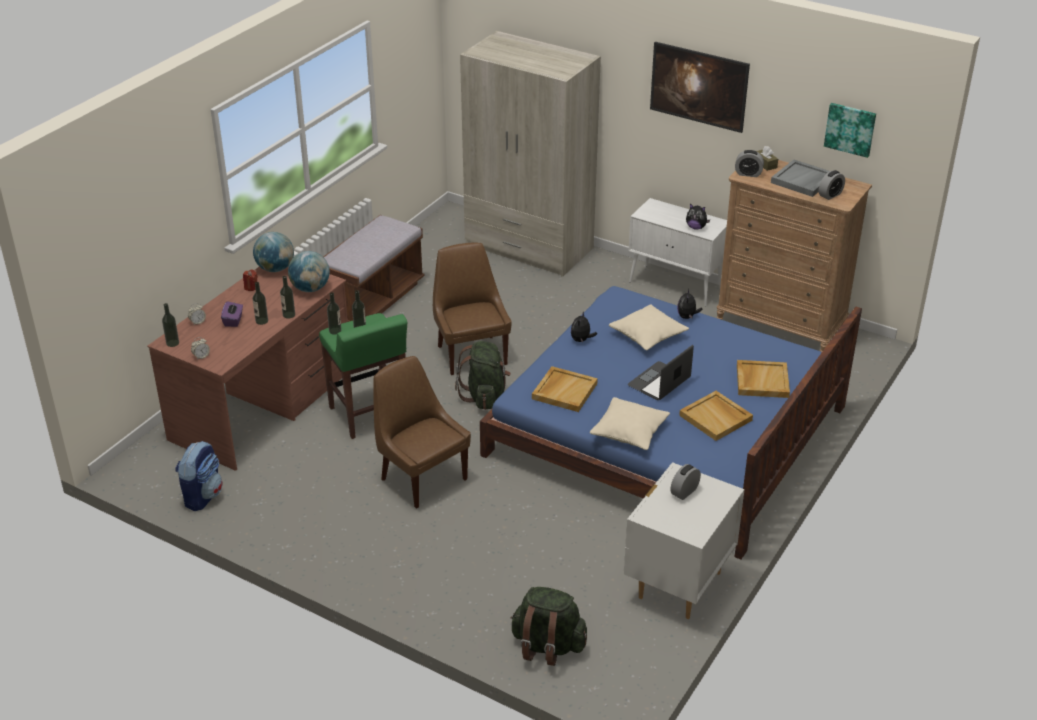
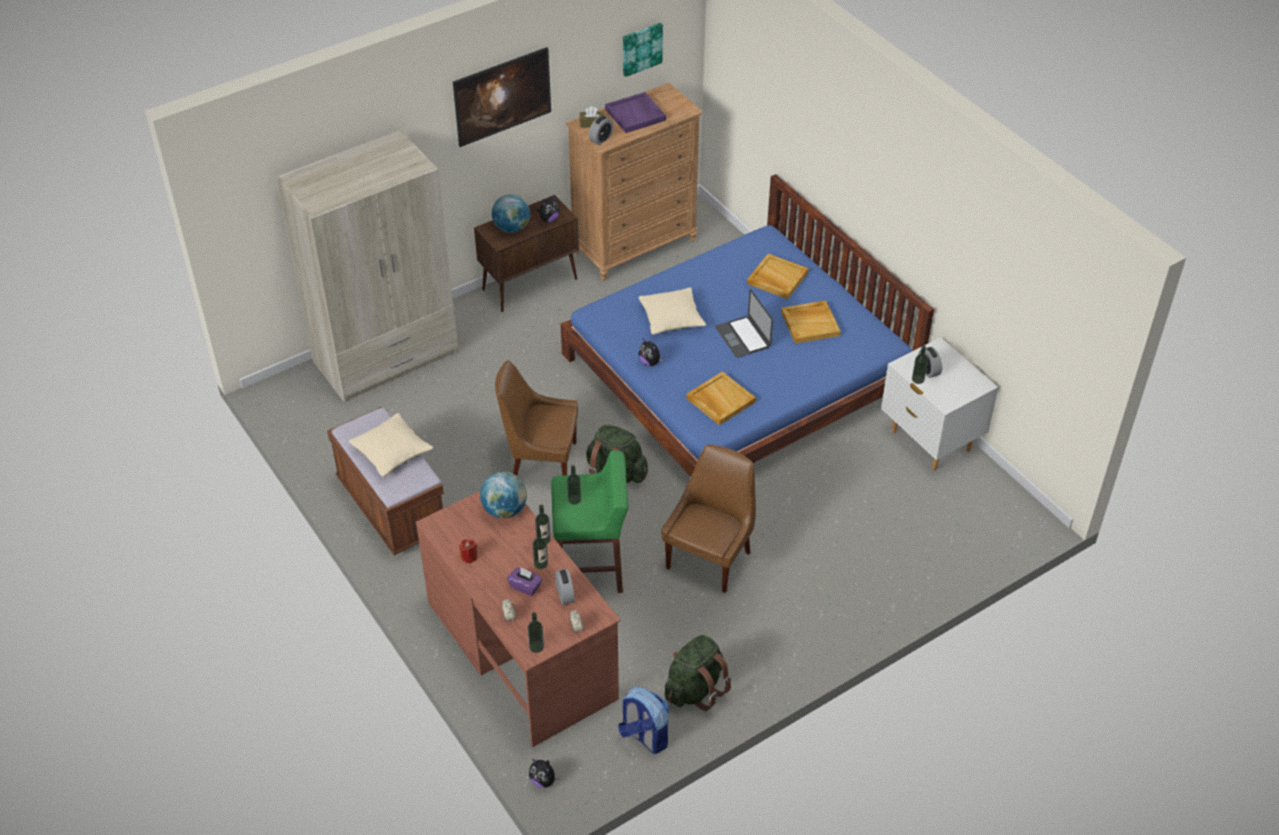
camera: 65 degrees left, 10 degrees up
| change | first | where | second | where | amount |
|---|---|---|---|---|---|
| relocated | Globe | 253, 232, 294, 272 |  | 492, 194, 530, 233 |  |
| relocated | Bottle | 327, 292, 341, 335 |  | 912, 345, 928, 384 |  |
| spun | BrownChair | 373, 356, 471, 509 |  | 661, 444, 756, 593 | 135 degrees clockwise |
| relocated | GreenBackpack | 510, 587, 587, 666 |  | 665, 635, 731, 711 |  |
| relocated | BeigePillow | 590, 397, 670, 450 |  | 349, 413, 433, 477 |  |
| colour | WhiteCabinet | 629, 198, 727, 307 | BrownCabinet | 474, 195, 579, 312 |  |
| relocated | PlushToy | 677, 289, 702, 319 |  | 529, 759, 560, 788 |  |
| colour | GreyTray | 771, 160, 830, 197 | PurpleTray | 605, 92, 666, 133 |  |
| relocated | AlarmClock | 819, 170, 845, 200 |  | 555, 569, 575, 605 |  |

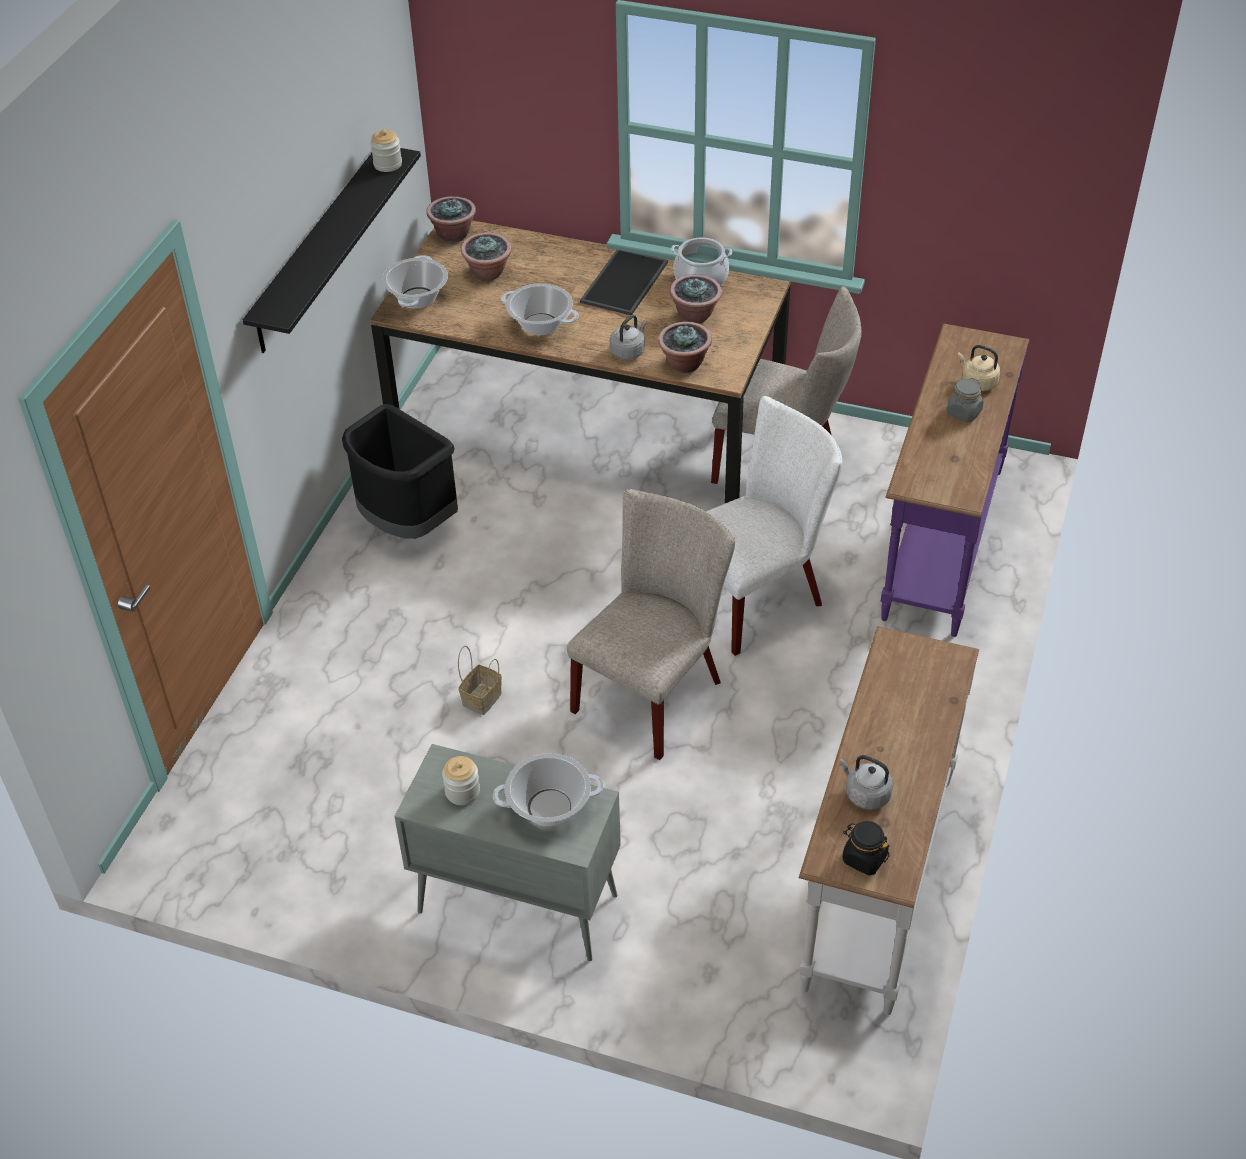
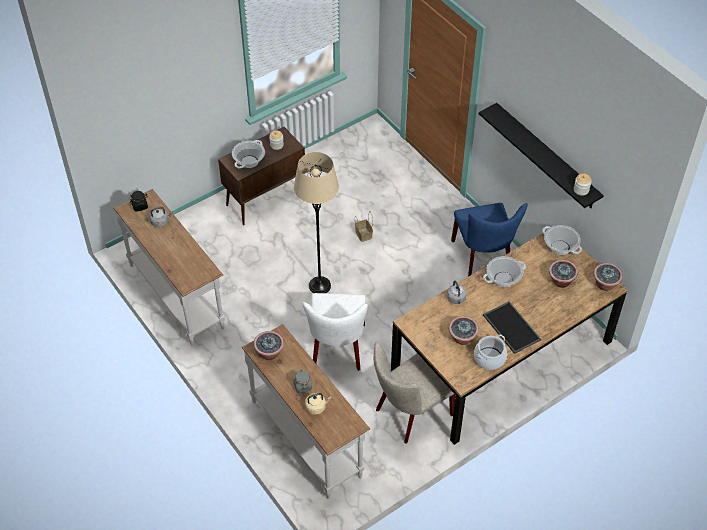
camera: 125 degrees right, 5 degrees up
| change | first | where | second | where | amount |
|---|---|---|---|---|---|
| exchanged | BlackTrashCan | 342, 404, 458, 539 | BlueChair | 451, 203, 528, 277 |  |
| colour | GreyCabinet | 394, 744, 621, 961 | BrownCabinet | 218, 127, 305, 225 |  |
| exchanged | BeigeChair | 567, 489, 735, 760 | BeigeFloorLamp | 294, 152, 339, 293 |  |
| relocated | PottedPlant | 658, 322, 712, 373 |  | 254, 331, 284, 360 |  |
| colour | PurpleConsoleTable | 881, 324, 1029, 637 | WhiteConsoleTable | 242, 324, 370, 499 |  |

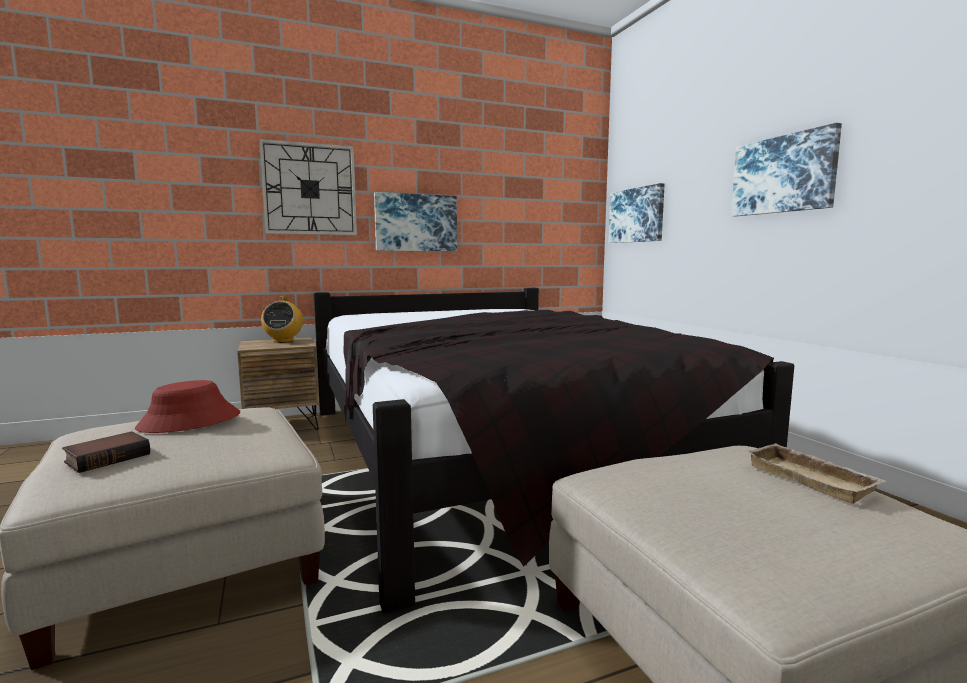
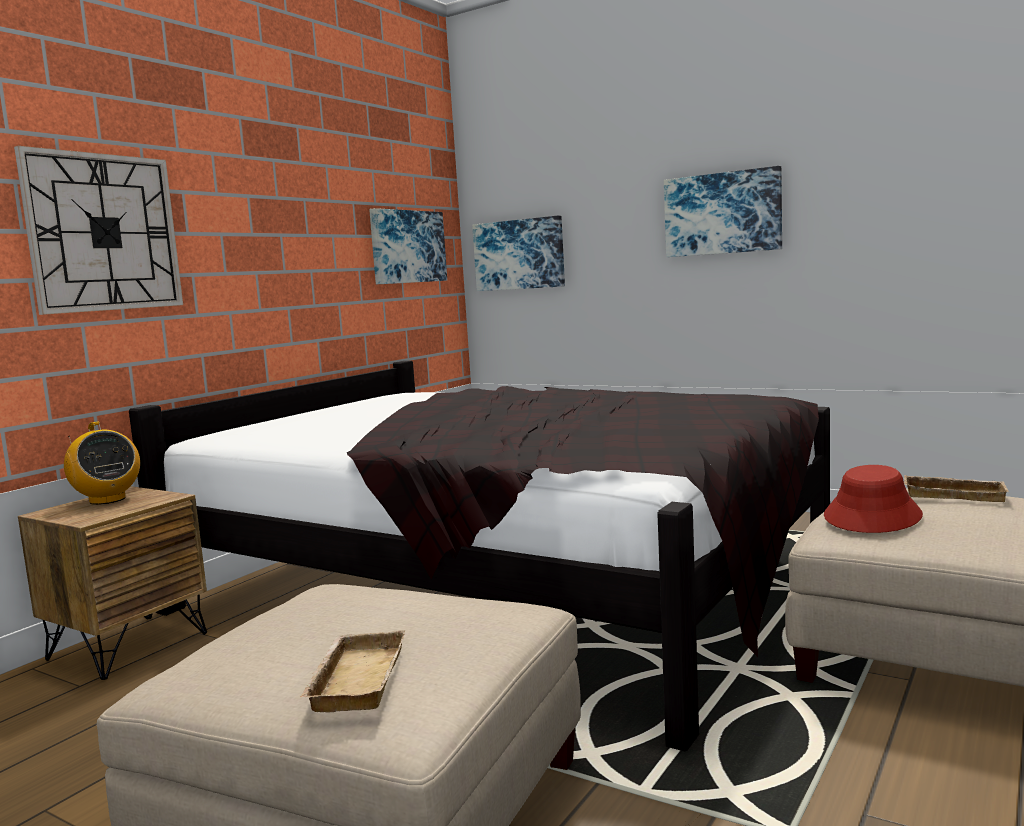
camera: 35 degrees left, 0 degrees up
| change | first | where | second | where | amount |
|---|---|---|---|---|---|
| exchanged | Book | 62, 431, 150, 473 | BeigeTray | 300, 630, 405, 712 |  |
| relocated | RedHat | 135, 380, 240, 433 |  | 824, 465, 923, 533 |  |
| relocated | Picture | 374, 192, 457, 251 |  | 369, 208, 447, 284 |  |

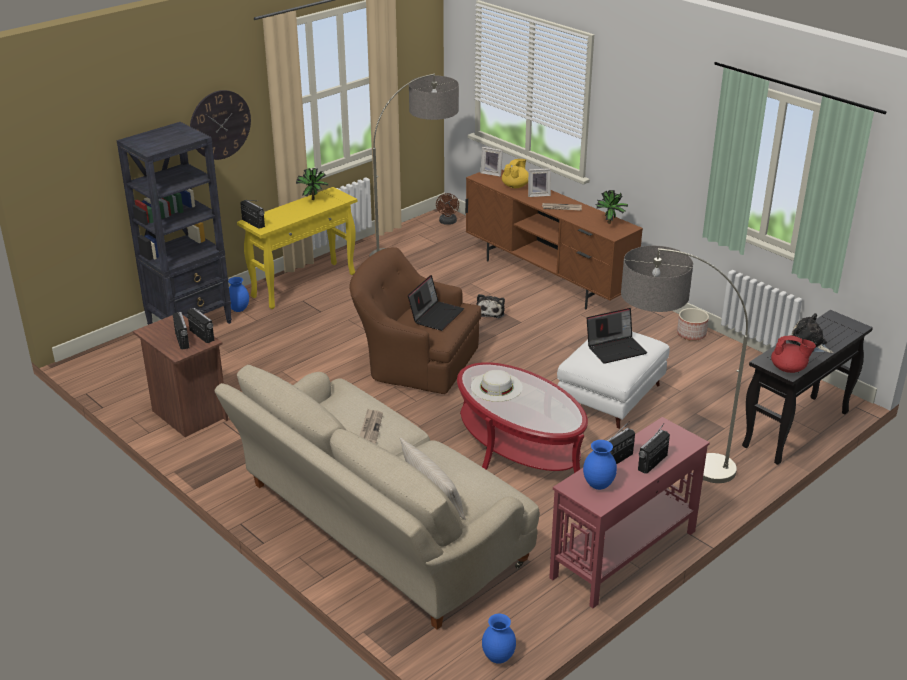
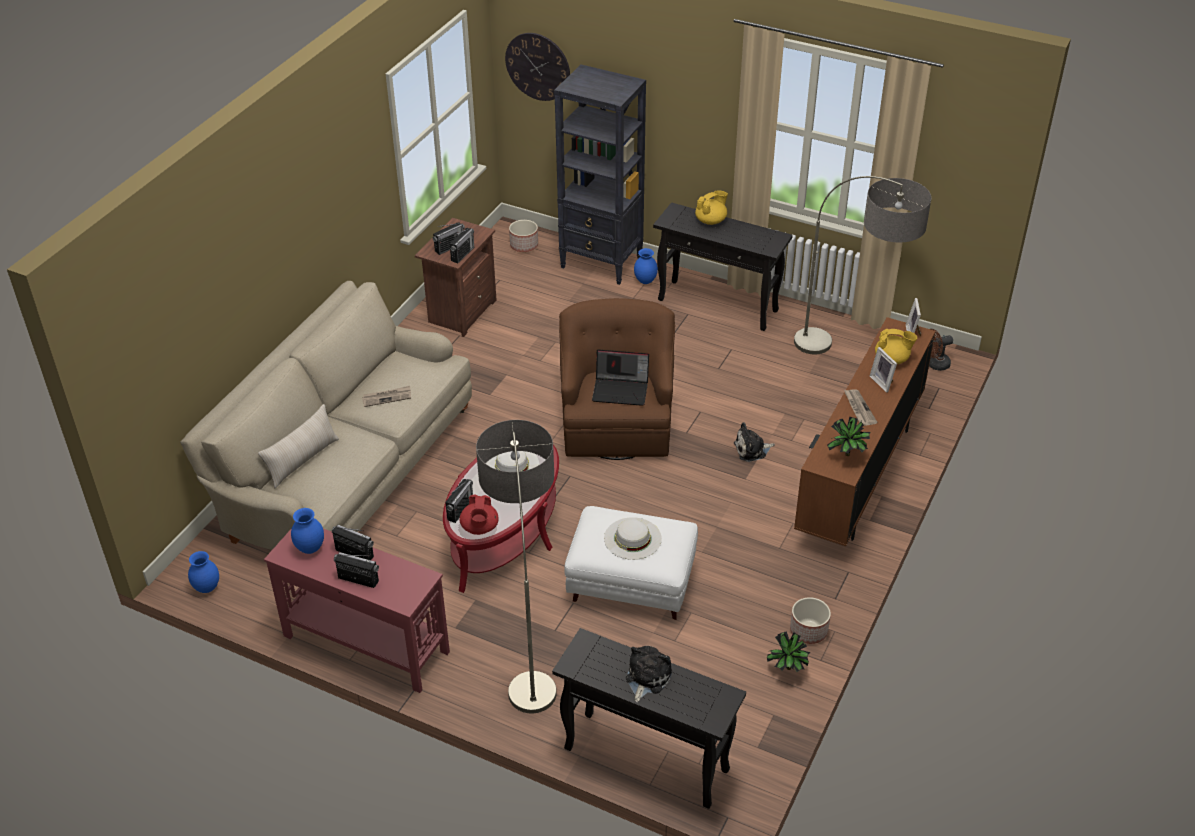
camera: 70 degrees right, 10 degrees up
| change | first | where | second | where | amount |
|---|---|---|---|---|---|
| relocated | WallClock | 190, 90, 251, 160 |  | 505, 33, 570, 101 |  |
| colour | YellowConsoleTable | 237, 187, 357, 309 | BlackConsoleTable | 653, 202, 793, 331 |  |
| relocated | Radio | 240, 200, 265, 229 |  | 445, 479, 473, 523 |  |
| relocated | PottedPlant | 296, 168, 328, 200 |  | 767, 631, 811, 672 |  |
| exchanged | Laptop | 587, 308, 647, 364 | WhiteHat | 604, 517, 662, 560 |  |
| relocated | RedTeapot | 771, 335, 816, 373 |  | 459, 494, 499, 535 |  |
| appeared |  |  | Planter | 509, 220, 538, 252 |  |
| appeared |  |  | YellowTeapot | 695, 190, 728, 225 |  |

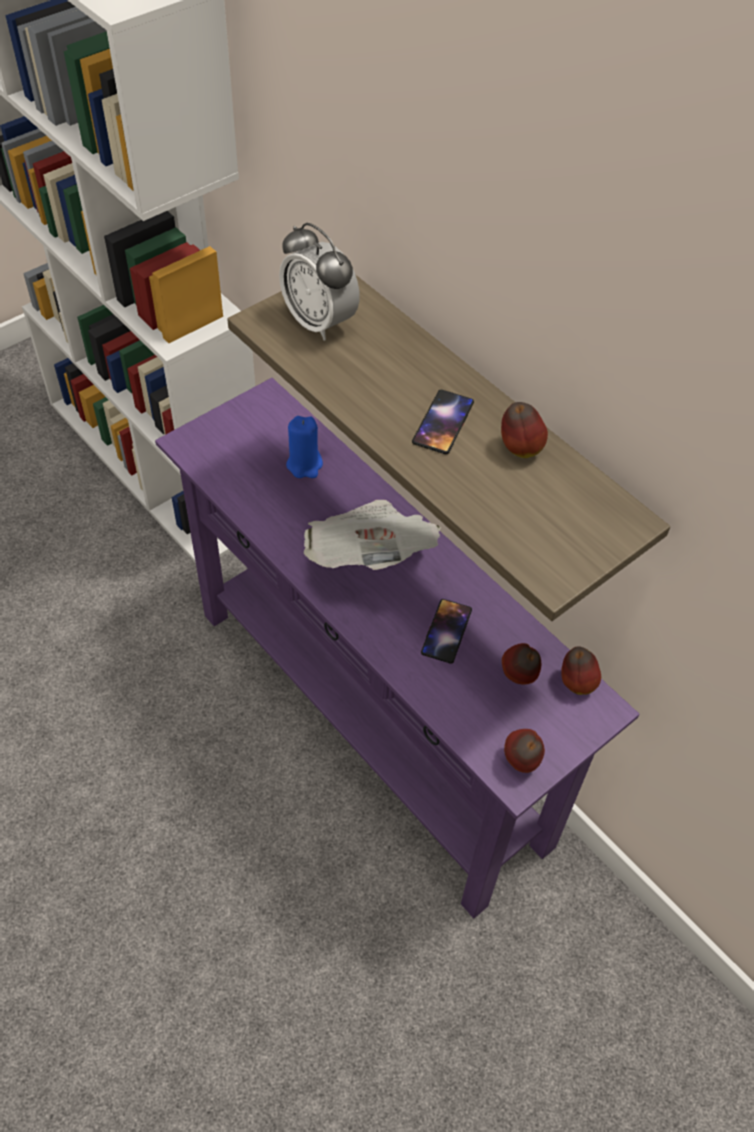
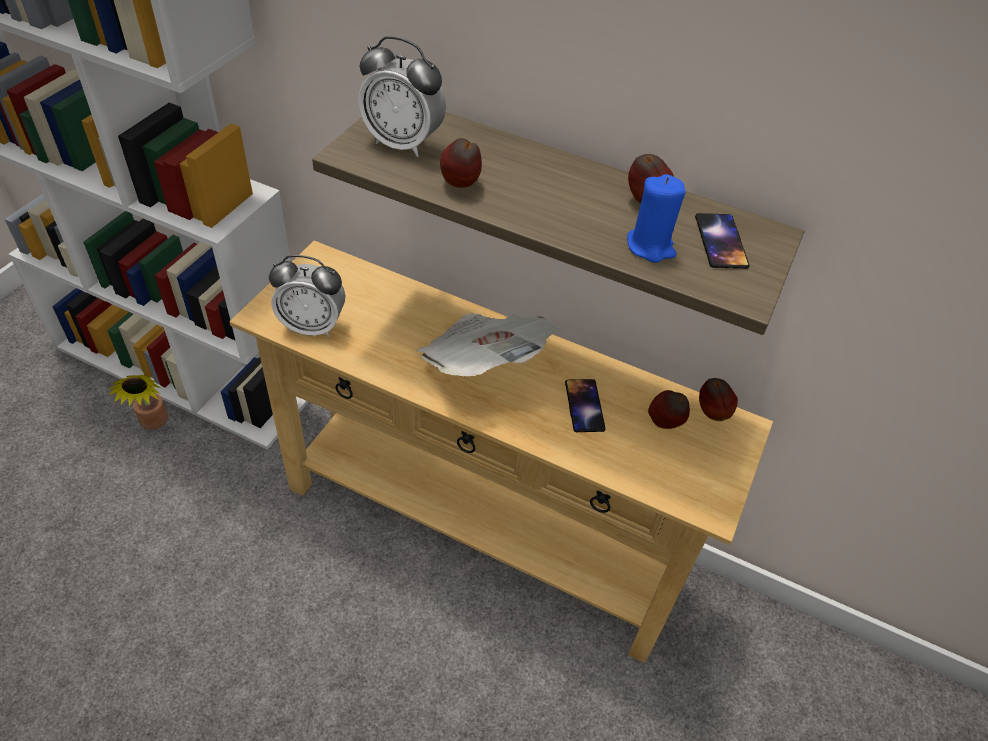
camera: 25 degrees left, 5 degrees down
| change | first | where | second | where | amount |
|---|---|---|---|---|---|
| colour | PurpleConsoleTable | 155, 378, 640, 918 | BeigeConsoleTable | 229, 241, 773, 663 |  |
| relocated | BlueCandle | 286, 416, 323, 478 |  | 627, 174, 686, 263 |  |
| relocated | Phone | 412, 390, 474, 454 |  | 695, 213, 750, 269 |  |
| relocated | Apple | 504, 729, 545, 773 |  | 440, 138, 482, 188 |  |
| appeared |  |  | PottedPlant | 108, 375, 168, 430 |  |
| appeared |  |  | AlarmClock | 269, 255, 345, 337 |  |

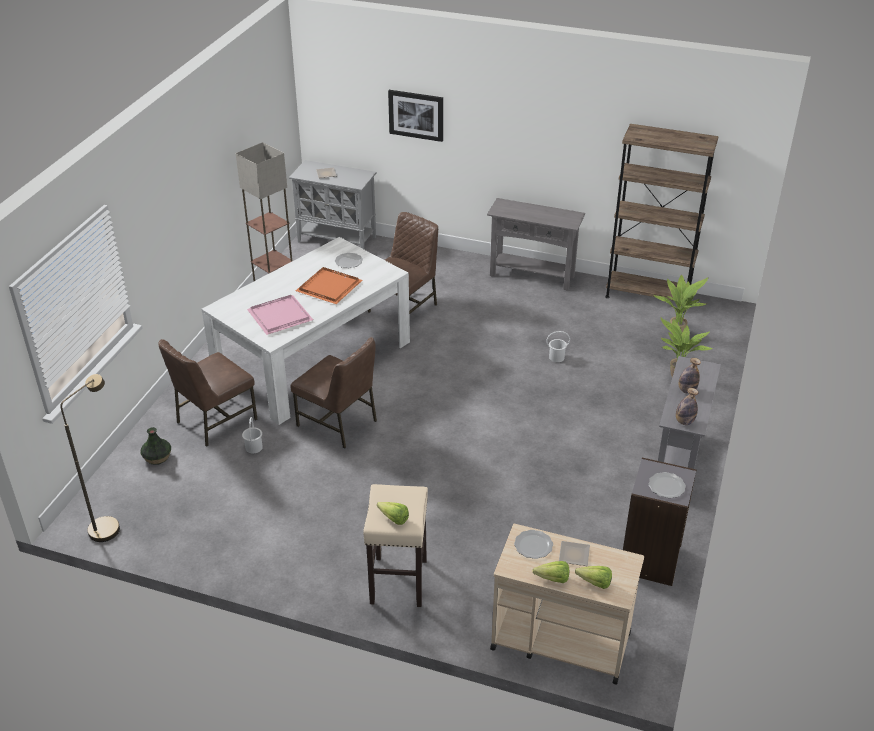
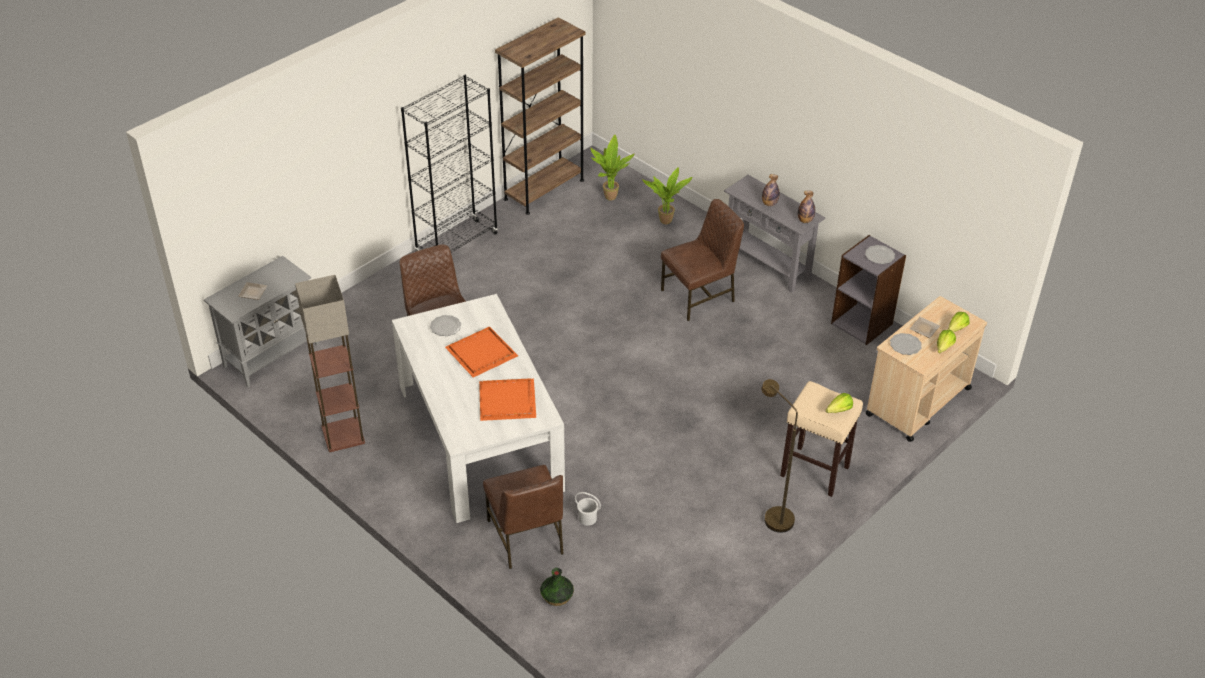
camera: 65 degrees left, 5 degrees up
| change | first | where | second | where | amount |
|---|---|---|---|---|---|
| relocated | BrownFloorLamp | 60, 374, 120, 542 |  | 761, 379, 798, 533 |  |
| colour | PinkTray | 247, 295, 313, 335 | OrangeTray | 479, 378, 536, 421 |  |
| relocated | BrownChair | 291, 337, 377, 448 |  | 661, 199, 744, 321 |  |
| missing | Picture | 388, 90, 443, 142 |  |  |  |
| exchanged | GreyConsoleTable | 487, 198, 585, 291 | BlackBookcase | 401, 75, 498, 252 |  |
| missing | WhiteBucket | 546, 331, 570, 362 |  |  |  |

